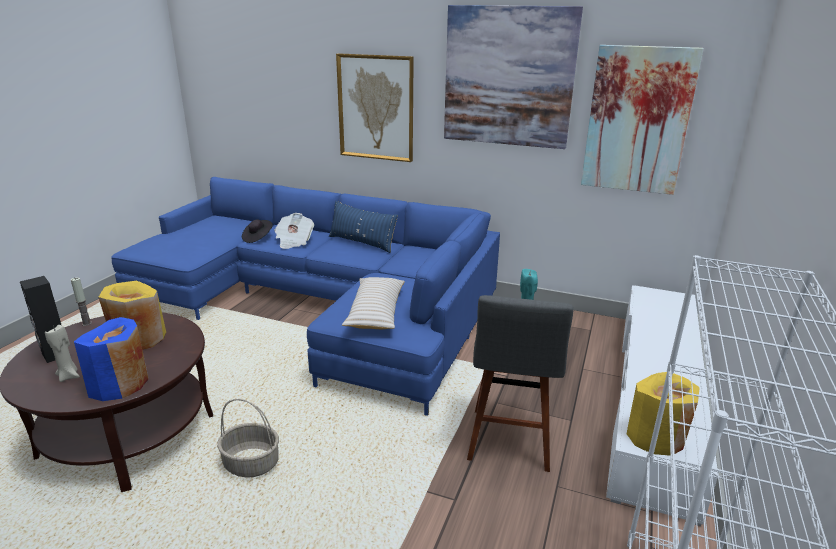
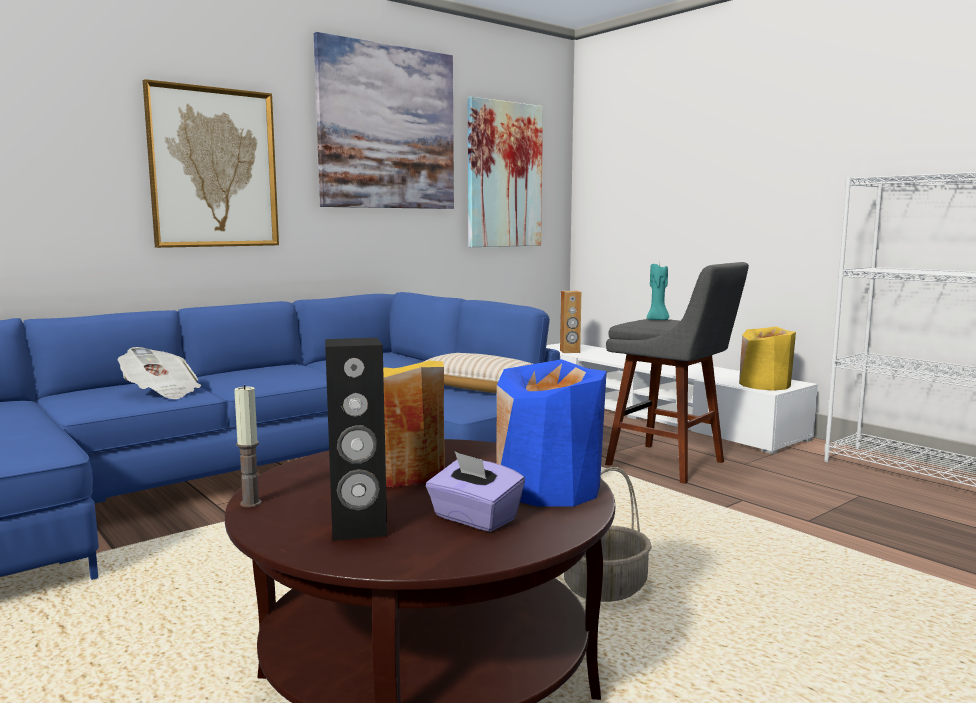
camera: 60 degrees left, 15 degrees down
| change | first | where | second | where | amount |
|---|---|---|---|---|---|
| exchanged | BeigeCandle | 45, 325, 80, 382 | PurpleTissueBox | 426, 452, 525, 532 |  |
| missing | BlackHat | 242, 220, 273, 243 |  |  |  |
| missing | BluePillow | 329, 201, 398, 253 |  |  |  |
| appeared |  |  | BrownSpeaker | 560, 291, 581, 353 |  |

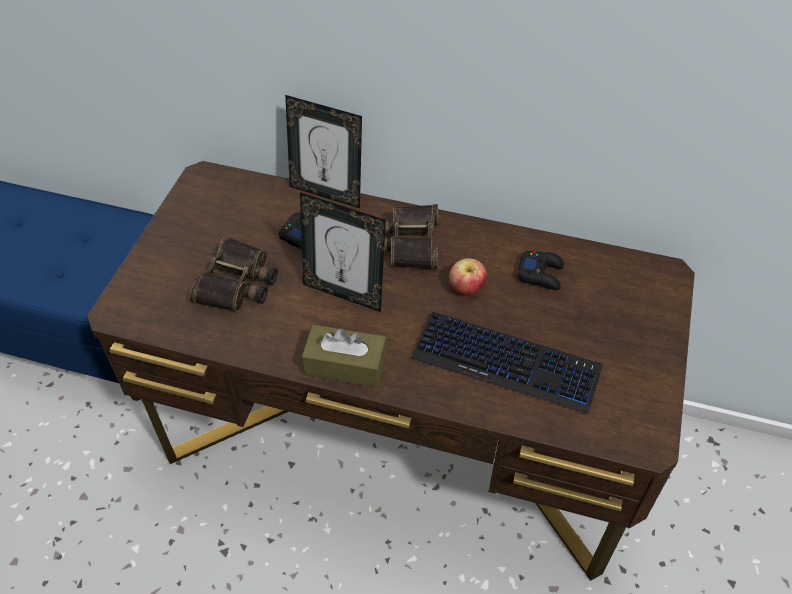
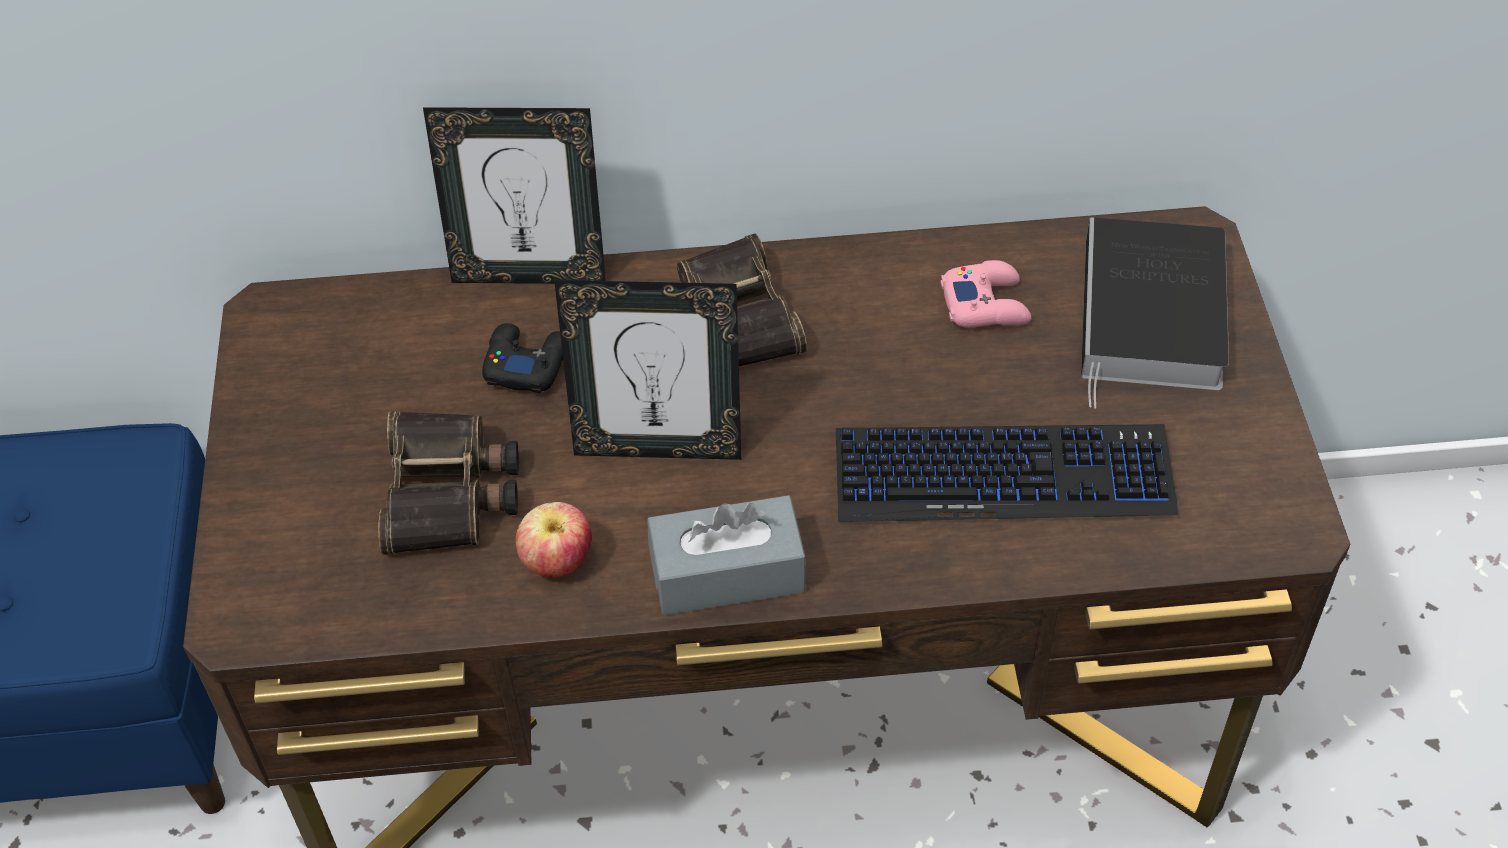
camera: 20 degrees left, 0 degrees up
| change | first | where | second | where | amount |
|---|---|---|---|---|---|
| colour | BrownTissueBox | 302, 325, 387, 388 | GreyTissueBox | 647, 495, 806, 615 |  |
| relocated | Apple | 449, 258, 487, 295 |  | 515, 502, 592, 578 |  |
| colour | BlackGameController | 517, 251, 564, 290 | PinkGameController | 941, 260, 1031, 327 |  |
| appeared |  |  | Book | 1081, 218, 1229, 409 |  |

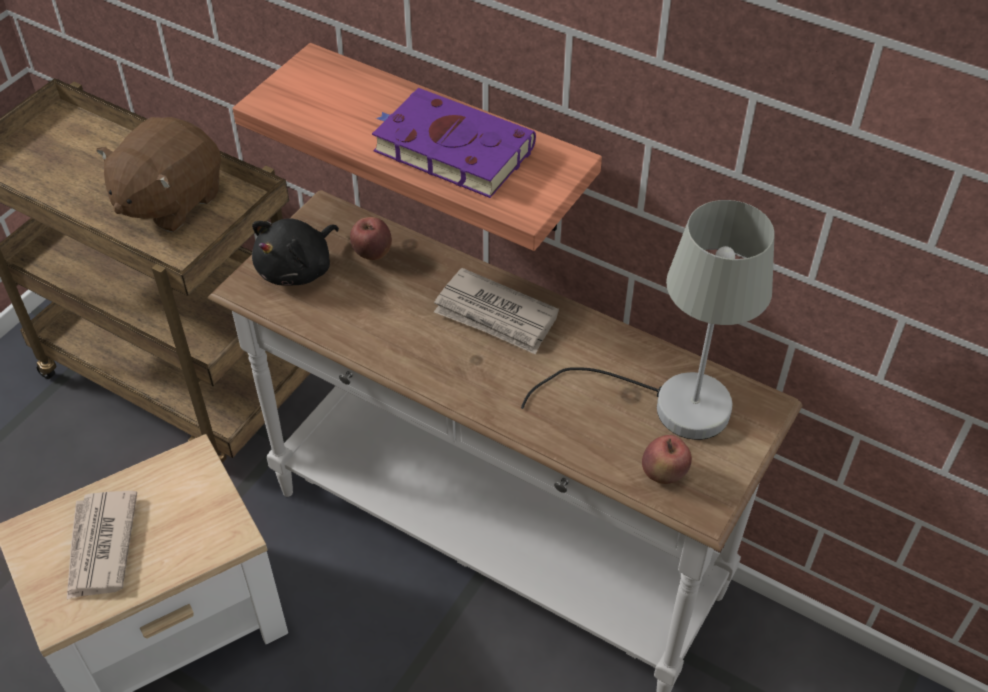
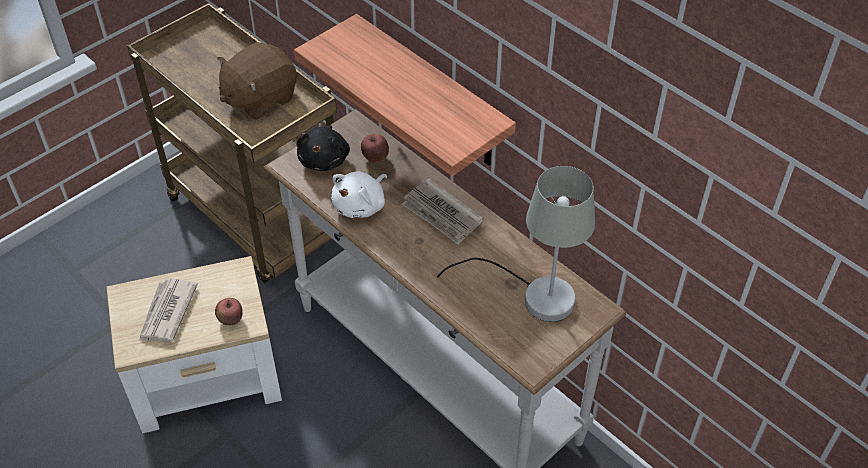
camera: 15 degrees right, 0 degrees up
| change | first | where | second | where | amount |
|---|---|---|---|---|---|
| spun | BlackPlushToy | 252, 218, 339, 286 |  | 296, 125, 350, 171 | 45 degrees counterclockwise |
| missing | PurpleBook | 372, 88, 536, 198 |  |  |  |
| relocated | Apple | 642, 435, 692, 484 |  | 215, 298, 243, 326 |  |
| appeared |  |  | WhitePlushToy | 331, 172, 387, 218 |  |

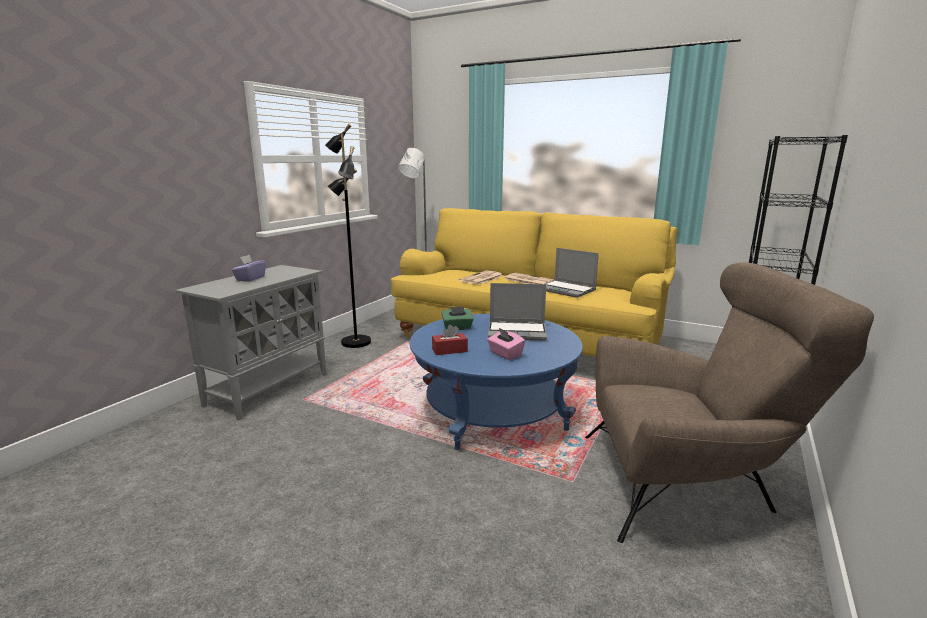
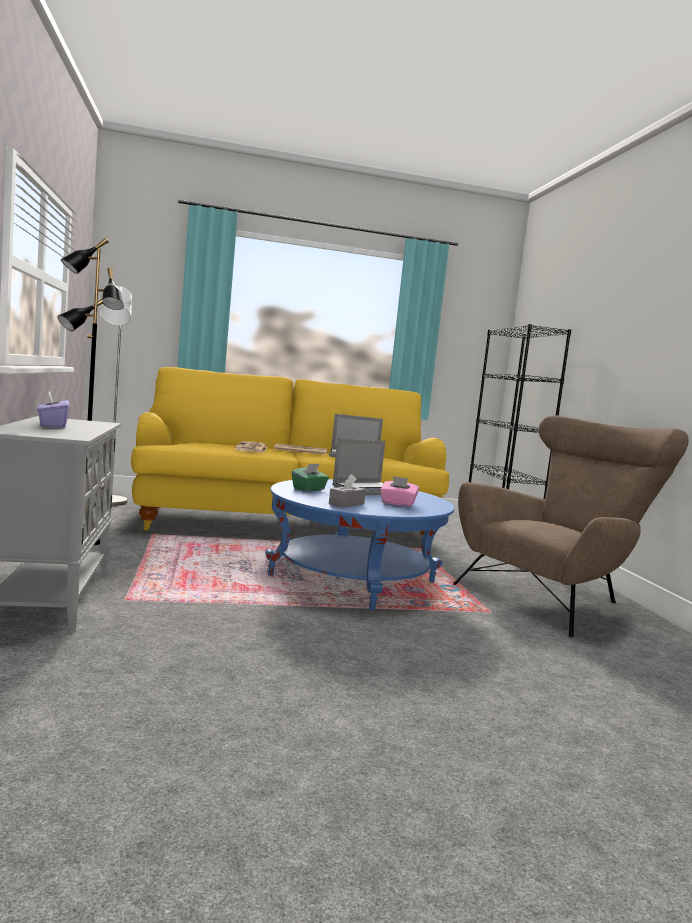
camera: 40 degrees left, 10 degrees down
| change | first | where | second | where | amount |
|---|---|---|---|---|---|
| colour | RedTissueBox | 432, 325, 468, 355 | GreyTissueBox | 329, 474, 366, 508 |  |

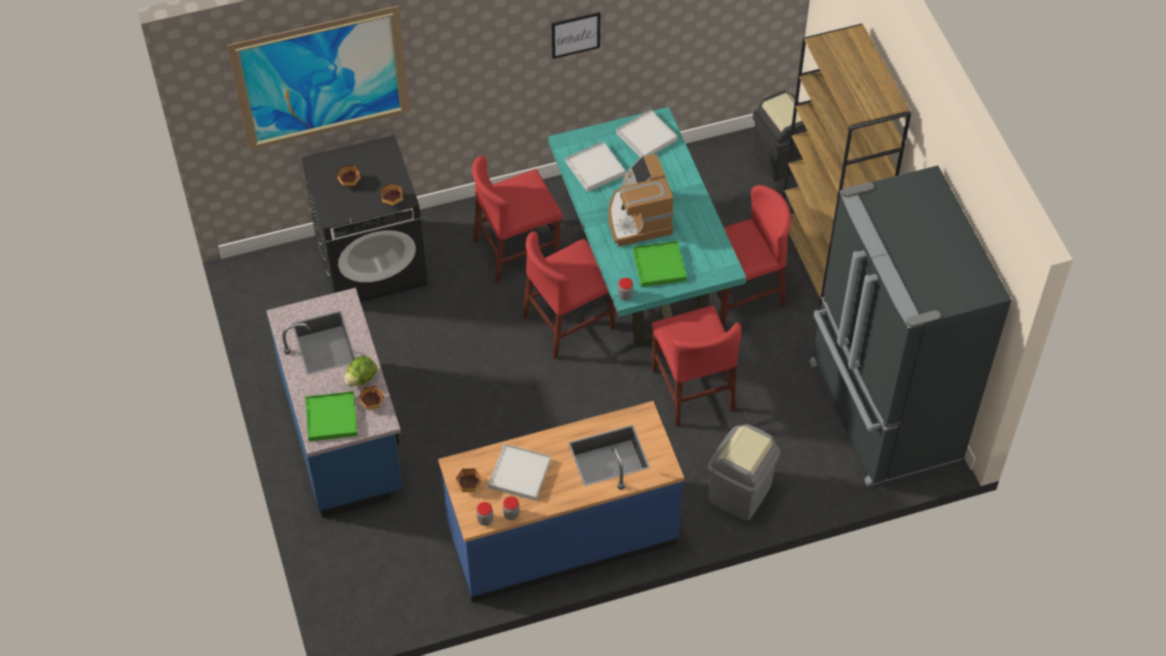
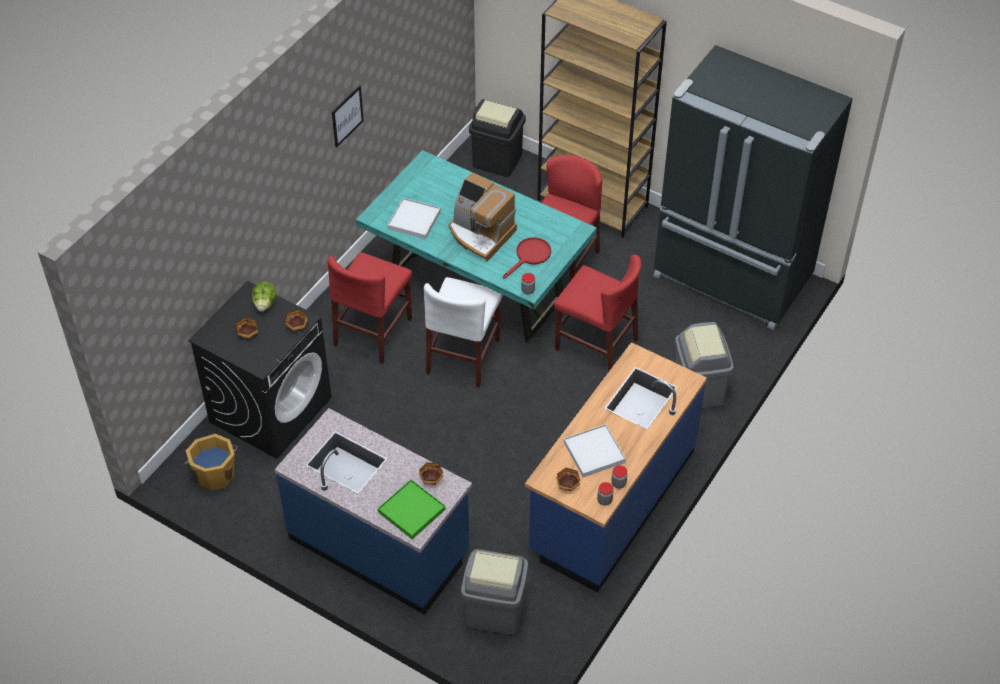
camera: 40 degrees left, 5 degrees down
| change | first | where | second | where | amount |
|---|---|---|---|---|---|
| missing | Picture | 227, 6, 410, 150 |  |  |  |
| relocated | Lettuce | 344, 356, 377, 387 |  | 252, 281, 276, 312 |  |
| colour | RedChair | 523, 232, 615, 359 | WhiteChair | 424, 277, 503, 388 |  |
| missing | WhiteTray | 616, 109, 678, 157 |  |  |  |
| exchanged | GreenTray | 633, 241, 687, 287 | RedFryingPan | 503, 237, 551, 279 |  |
| appeared |  |  | OrangeBucket | 183, 434, 238, 491 |  |
| appeared |  |  | GreyTrashCan | 461, 549, 528, 635 |  |

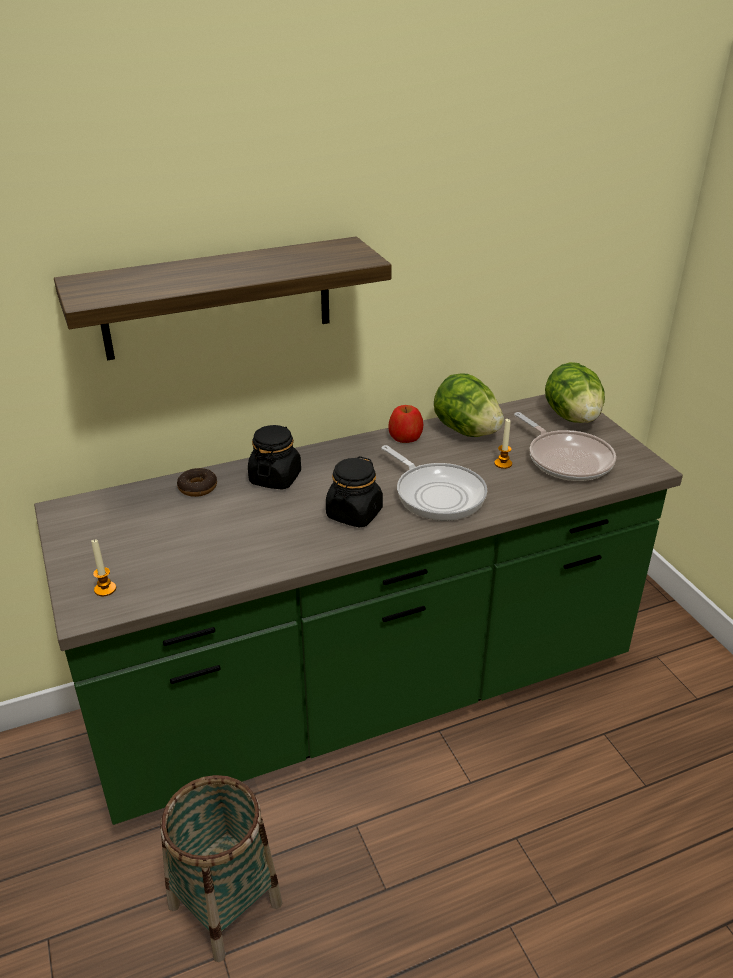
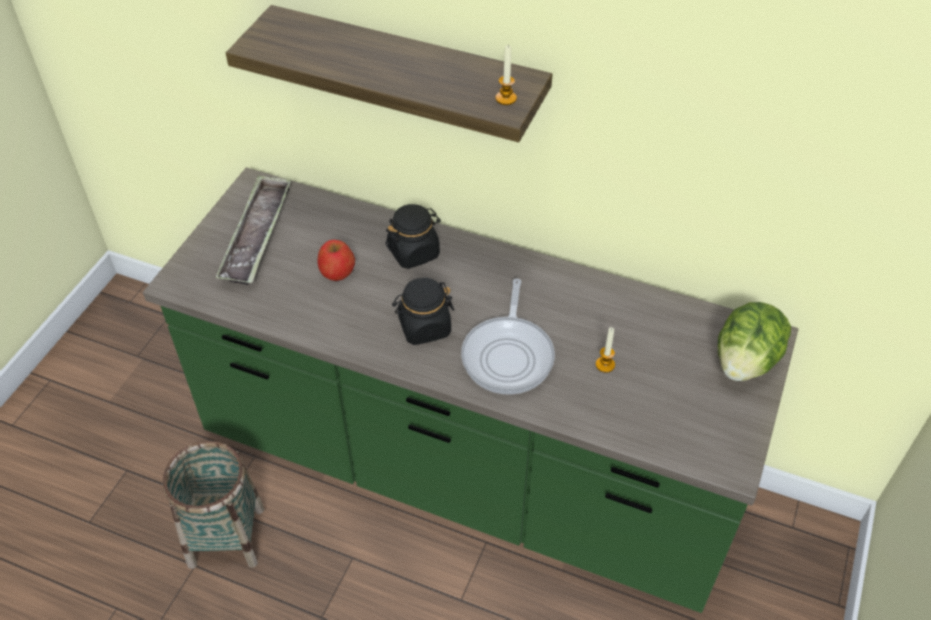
camera: 45 degrees right, 15 degrees up
| change | first | where | second | where | amount |
|---|---|---|---|---|---|
| relocated | Candle | 91, 539, 116, 596 |  | 495, 45, 517, 105 |  |
| missing | Donut | 177, 468, 217, 497 |  |  |  |
| relocated | Apple | 388, 405, 423, 443 |  | 317, 240, 355, 281 |  |
| missing | Lettuce | 434, 373, 504, 437 |  |  |  |
| missing | FryingPan | 514, 412, 616, 481 |  |  |  |
| appeared |  |  | Tray | 216, 175, 291, 285 |  |

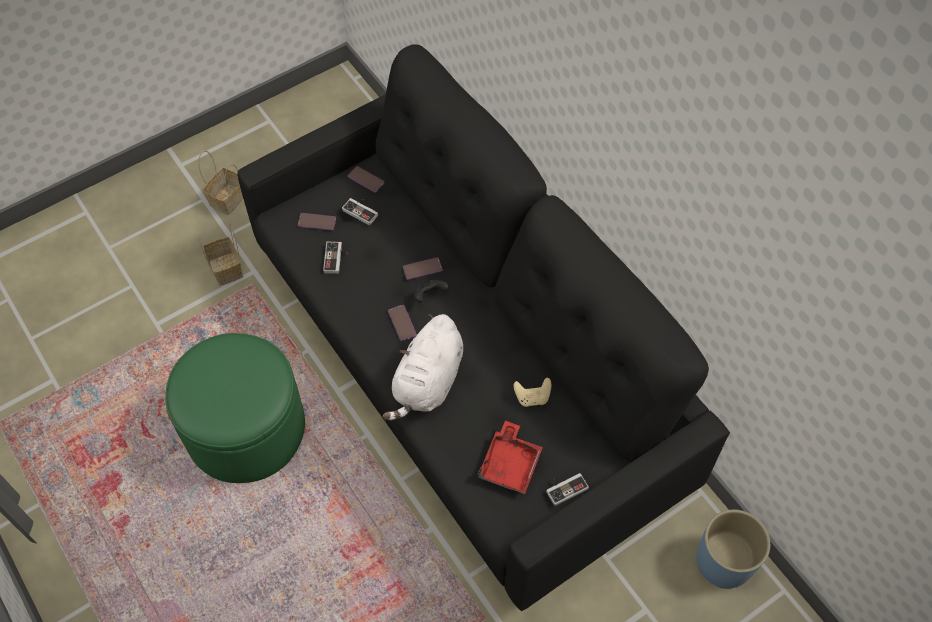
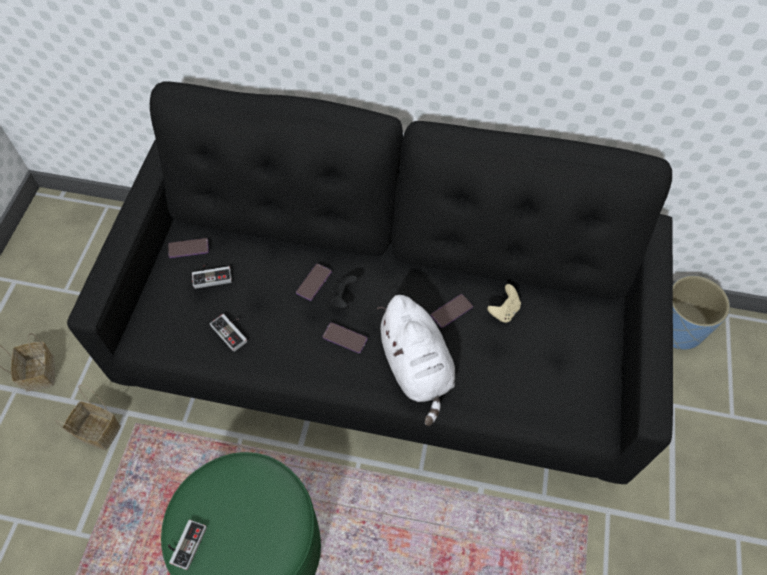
camera: 45 degrees left, 0 degrees up
| change | first | where | second | where | amount |
|---|---|---|---|---|---|
| relocated | Phone | 298, 213, 336, 230 |  | 431, 294, 473, 328 |  |
| missing | RedTray | 478, 421, 543, 494 |  |  |  |
| relocated | GameController | 546, 473, 589, 506 |  | 168, 520, 207, 570 |  |

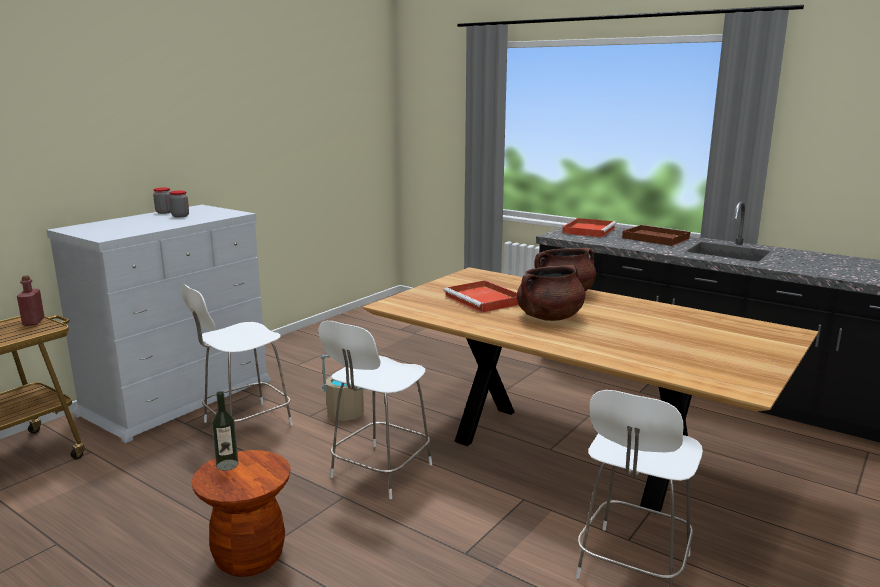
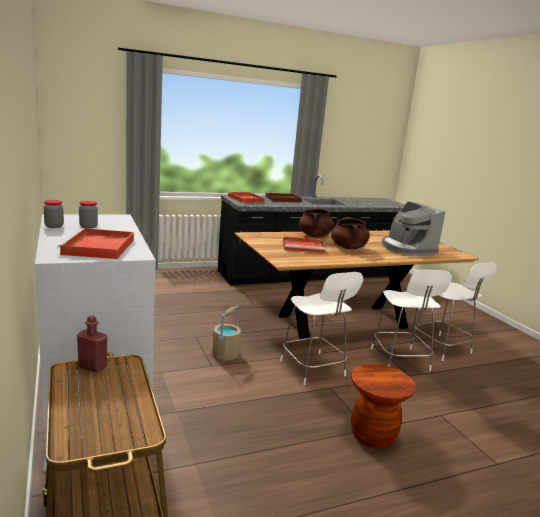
camera: 60 degrees left, 0 degrees up
| change | first | where | second | where | amount |
|---|---|---|---|---|---|
| relocated | WhiteChair | 181, 284, 293, 426 |  | 371, 270, 452, 371 |  |
| missing | Bottle | 212, 391, 239, 471 |  |  |  |
| appeared |  |  | RedTray | 57, 228, 134, 259 |  |
| appeared |  |  | CoffeeMachine | 382, 201, 445, 256 |  |

